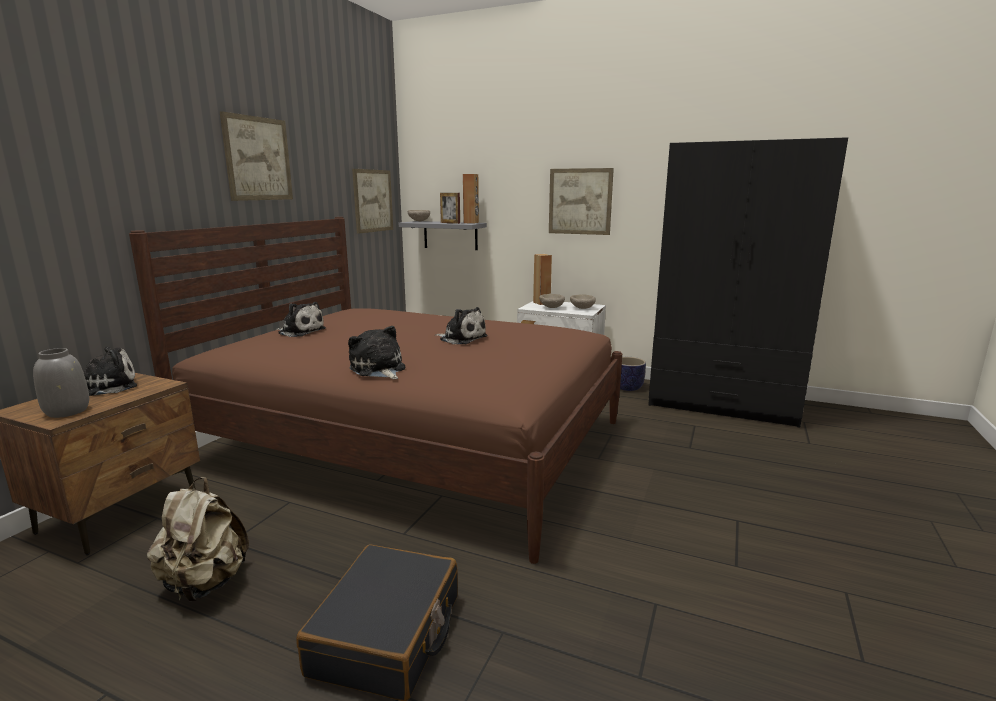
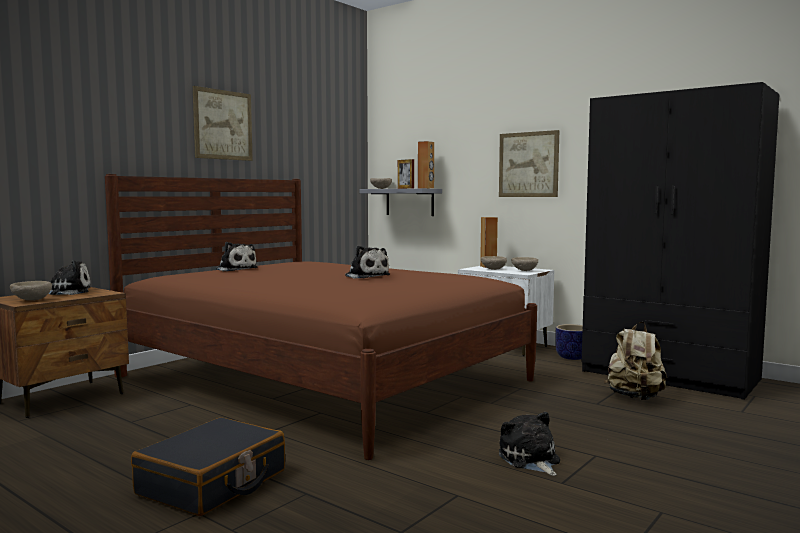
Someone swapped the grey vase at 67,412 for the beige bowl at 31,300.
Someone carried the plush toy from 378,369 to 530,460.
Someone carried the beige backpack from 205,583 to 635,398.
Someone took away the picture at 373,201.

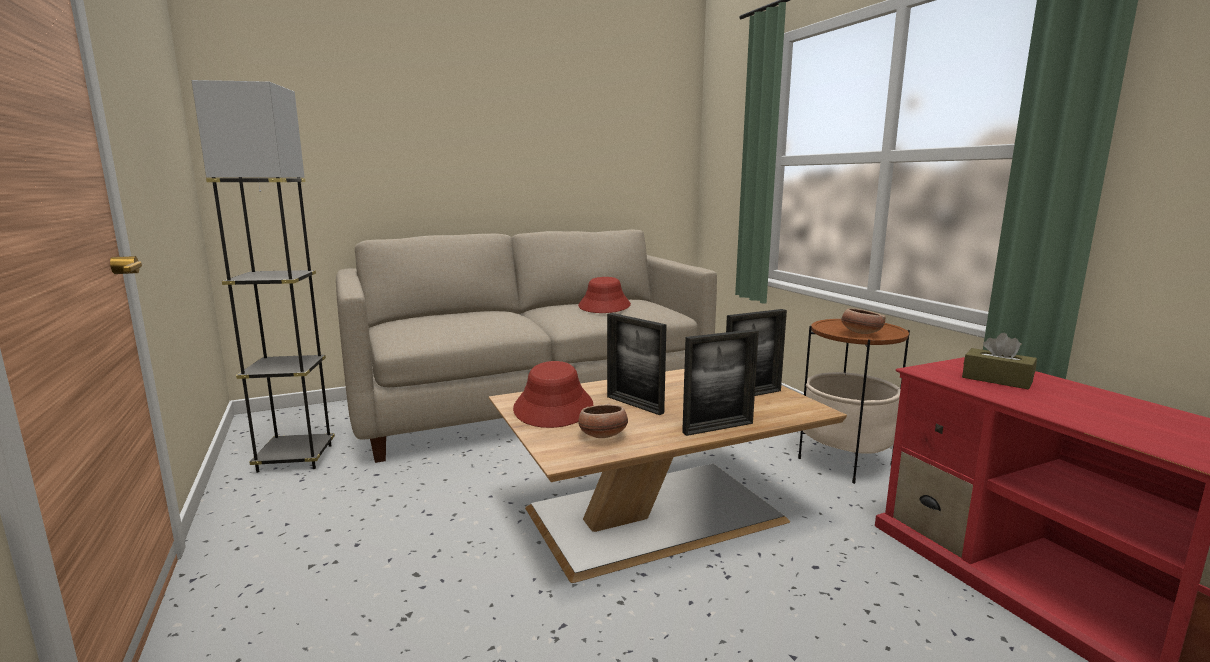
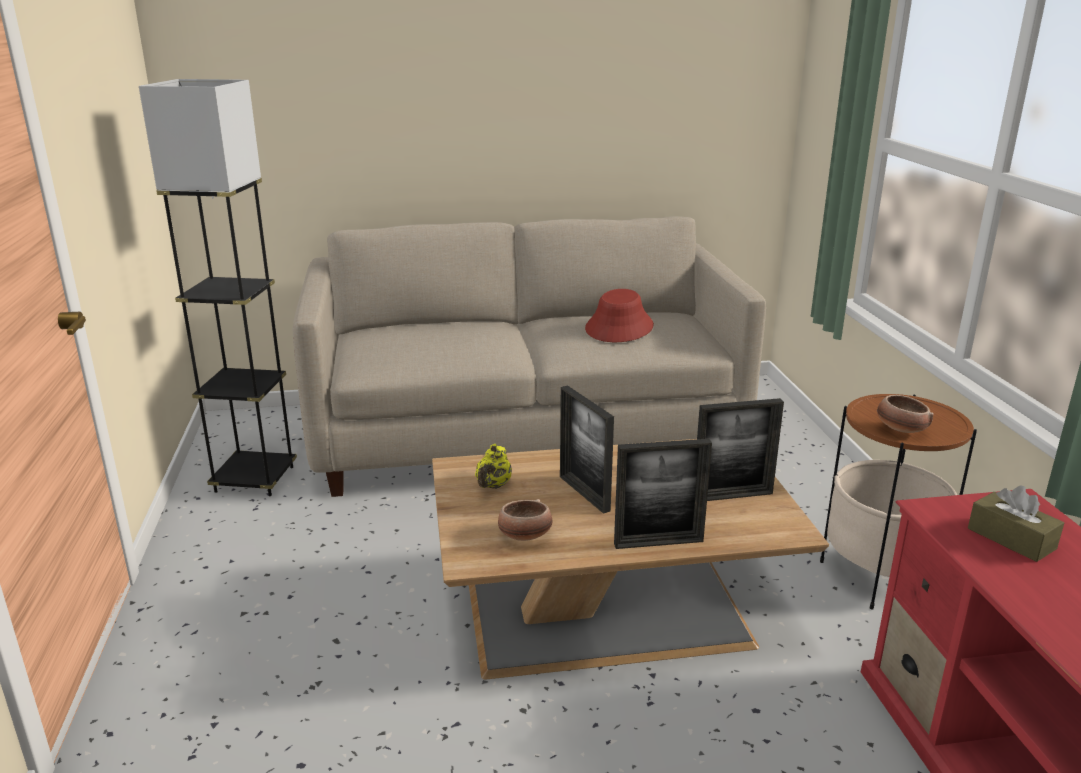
Someone swapped the red hat at 554,408 for the yellow teapot at 493,486.

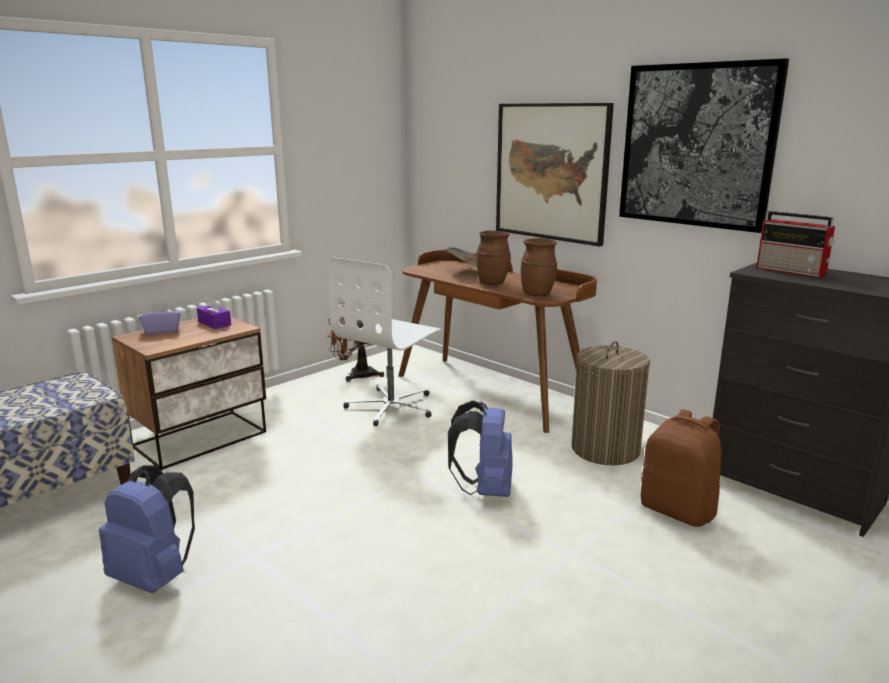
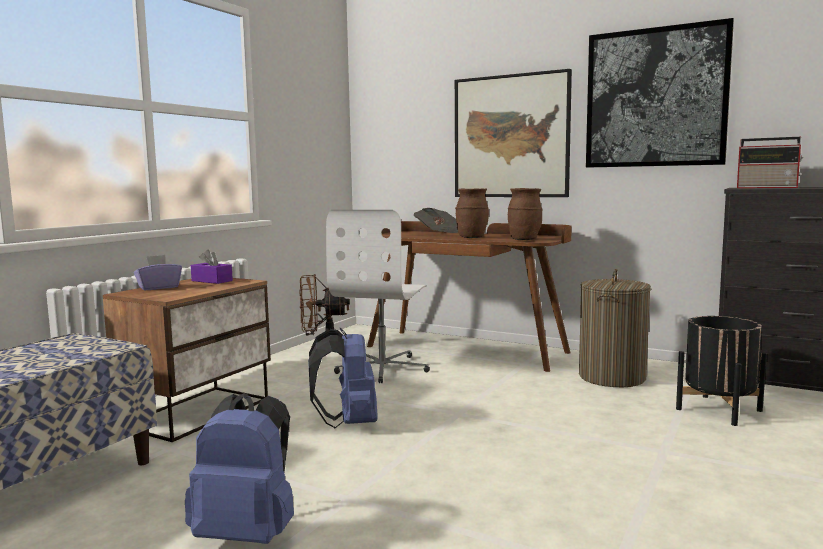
Someone carried the blue backpack from 485,490 to 349,423.
Someone swapped the brown backpack at 678,511 for the black planter at 719,410.

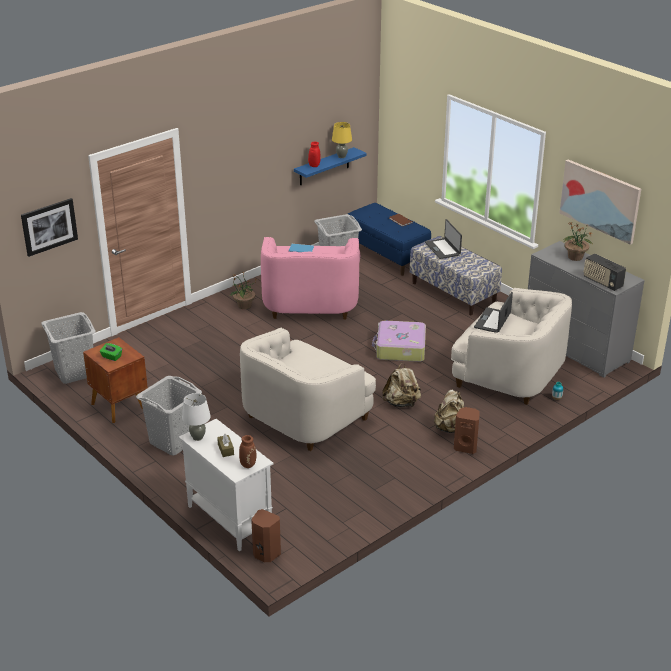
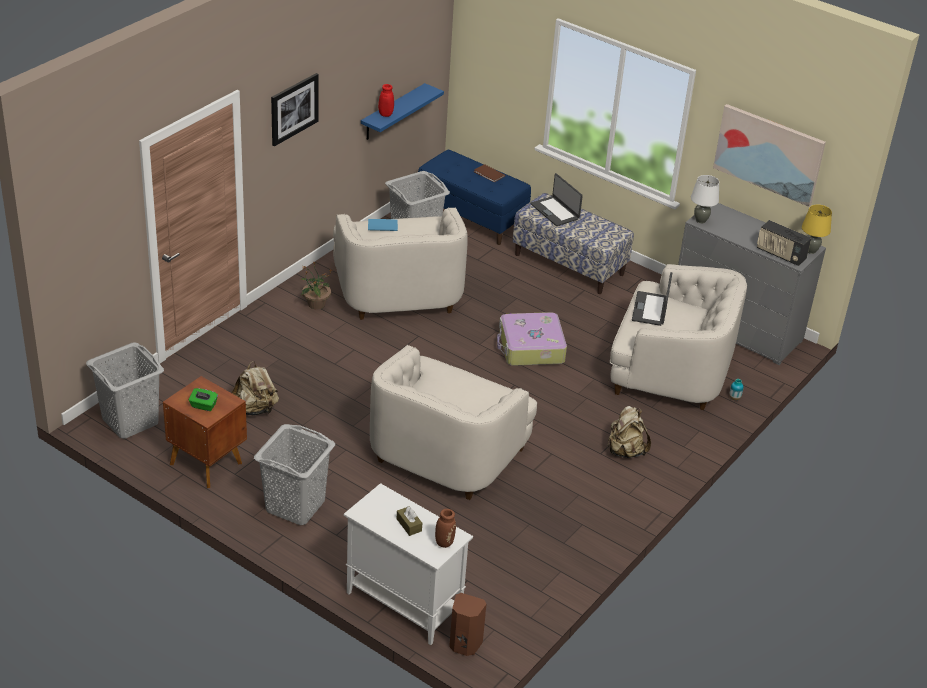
Someone carried the beige backpack from 401,403 to 255,409.
Someone carried the picture from 49,226 to 294,108.
Someone repainted the pink armchair at 311,301, which became the white armchair at 399,291.
Someone carried the white table lamp from 198,437 to 701,220.
Someone carried the yellow table lamp from 341,156 to 810,250.
Someone took away the brown speaker at 466,447.
Someone took away the potted plant at 575,257.

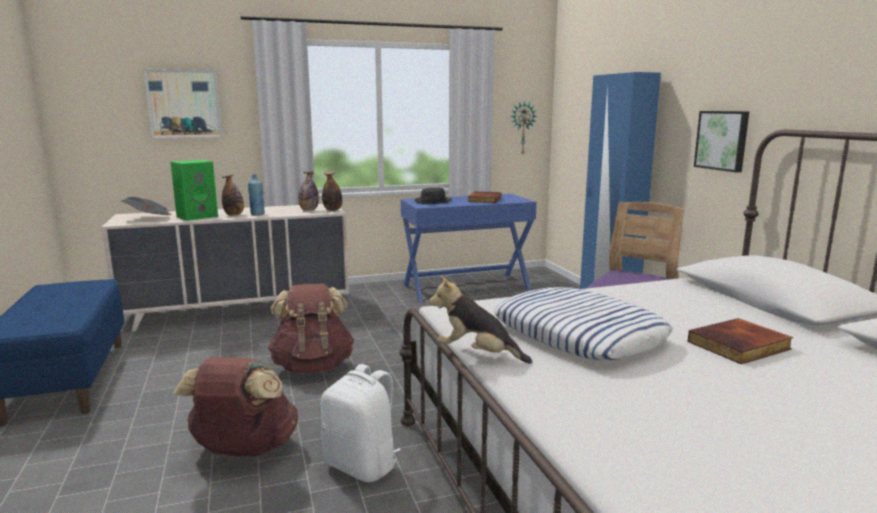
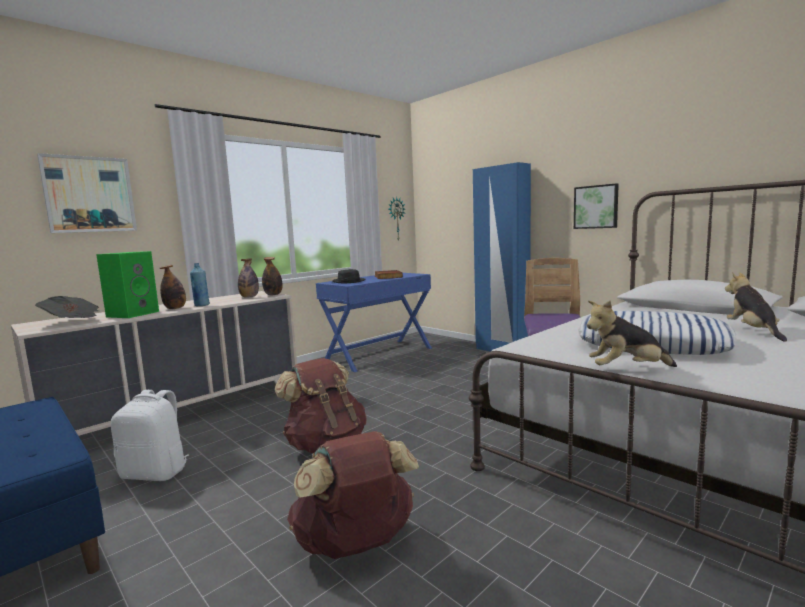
Someone carried the white backpack from 362,465 to 156,473.
Someone swapped the book at 739,346 for the plush toy at 753,331.

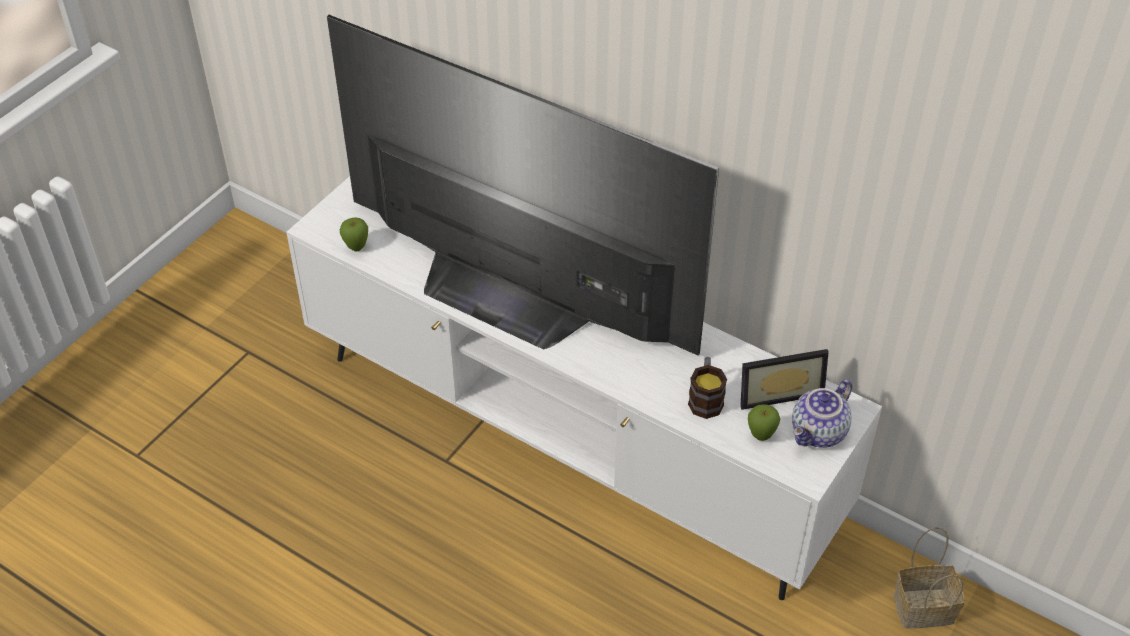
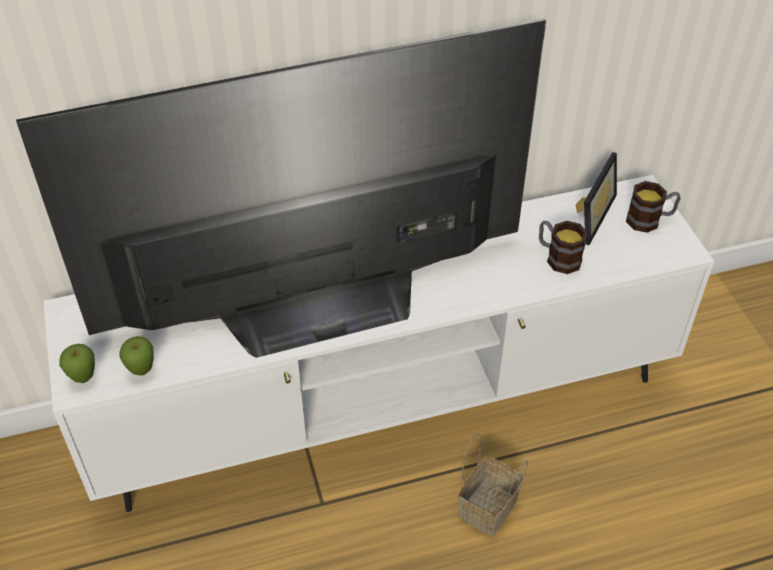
Someone carried the apple from 761,436 to 83,378.
Someone carried the basket from 922,609 to 488,509.
Someone swapped the teapot at 819,433 for the mug at 650,220.

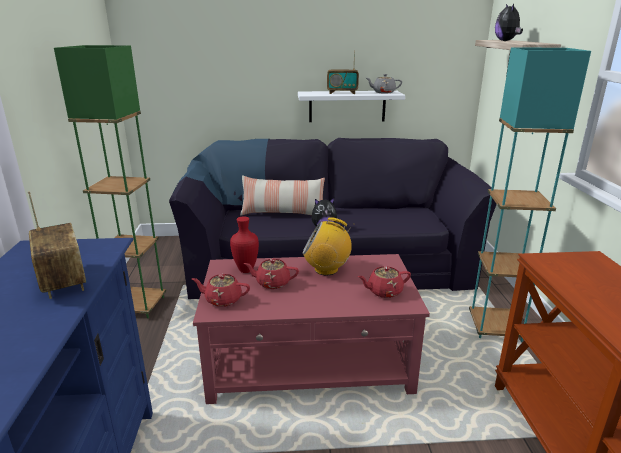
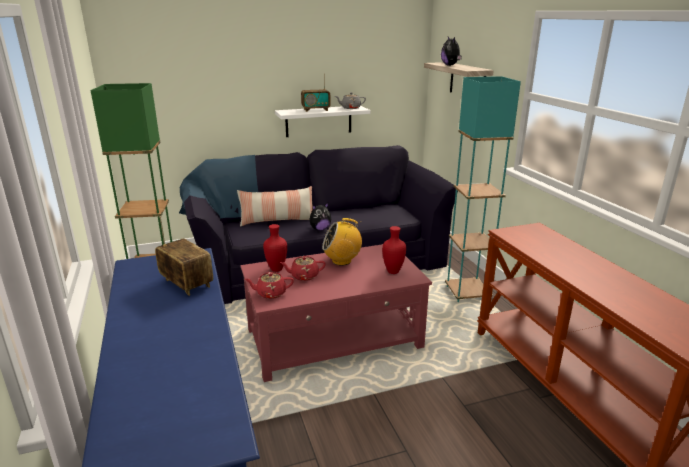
Someone swapped the red teapot at 384,291 for the red vase at 393,271.

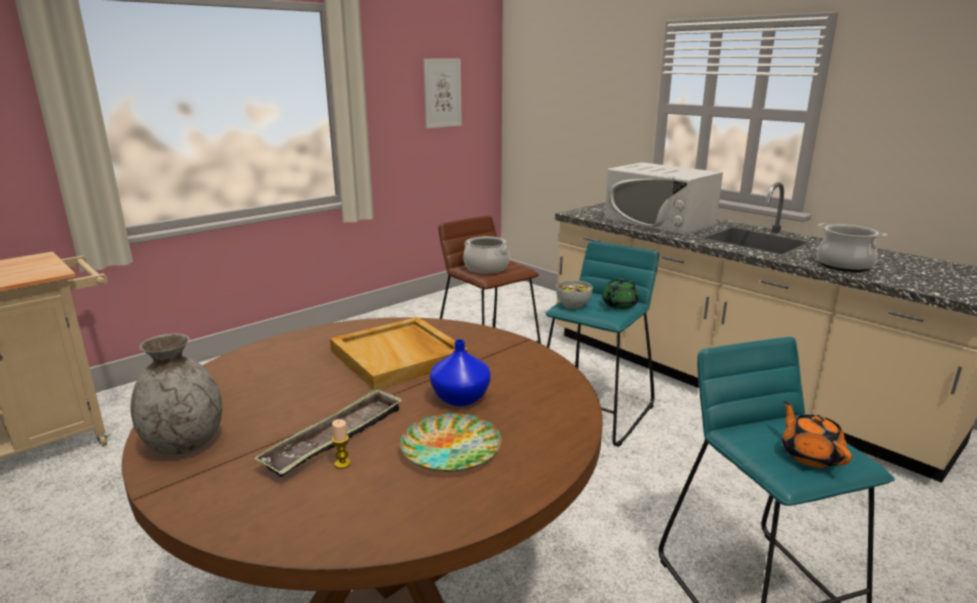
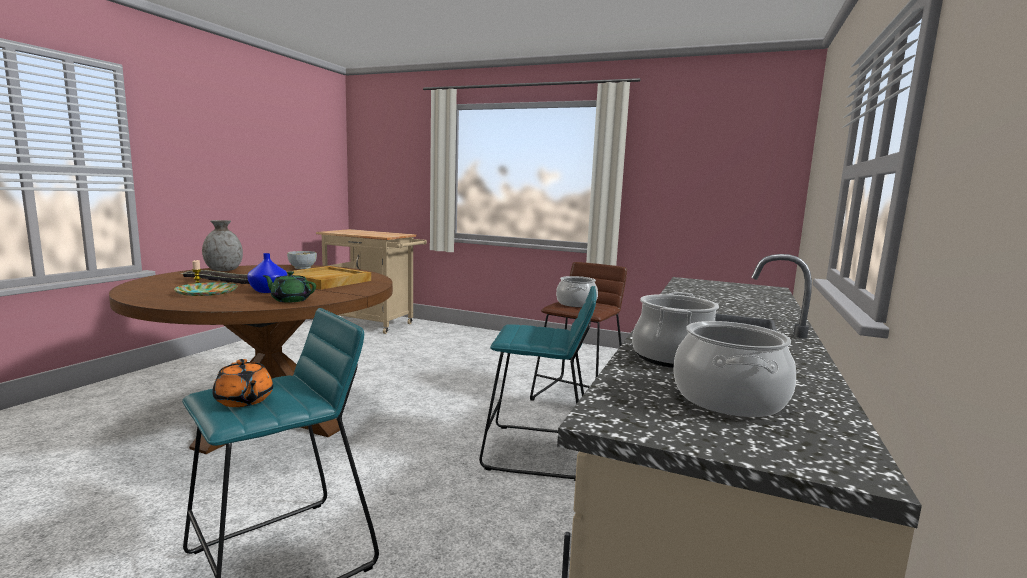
Someone rotated the orange teapot at 810,455 by 90 degrees clockwise.
Someone carried the green teapot from 619,305 to 290,300.
Someone carried the bowl from 573,305 to 302,267.
Someone put down the cooking pot at 728,398.
Someone took away the picture at 442,93.
Someone took away the white microwave at 659,221.

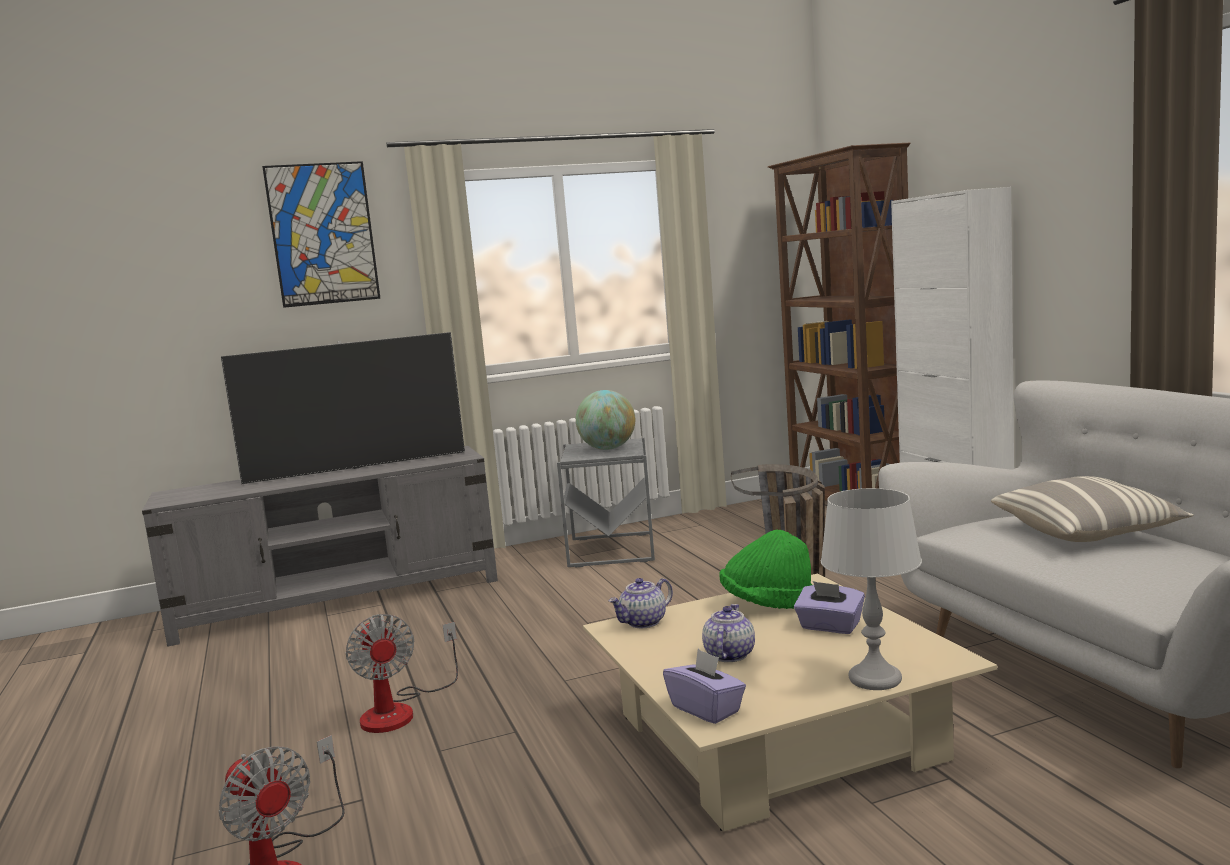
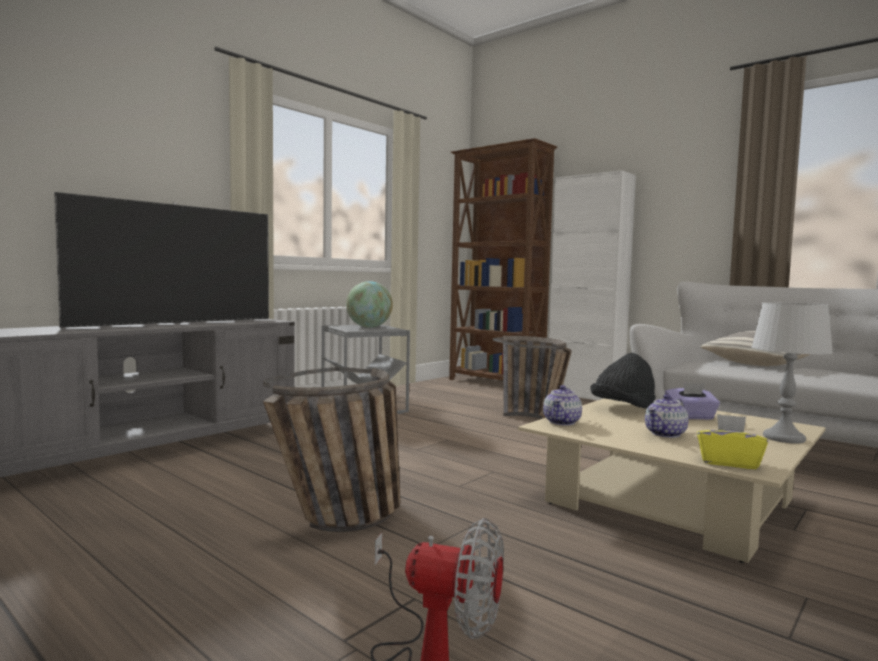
Someone swapped the fan at 400,710 for the basket at 341,522.
Someone repainted the green hat at 768,604, which became the black hat at 623,409.
Someone rotated the teapot at 729,655 by 120 degrees counterclockwise.
Someone repainted the purple tissue box at 706,709, which became the yellow tissue box at 728,462.
Someone took away the picture at 323,234.

